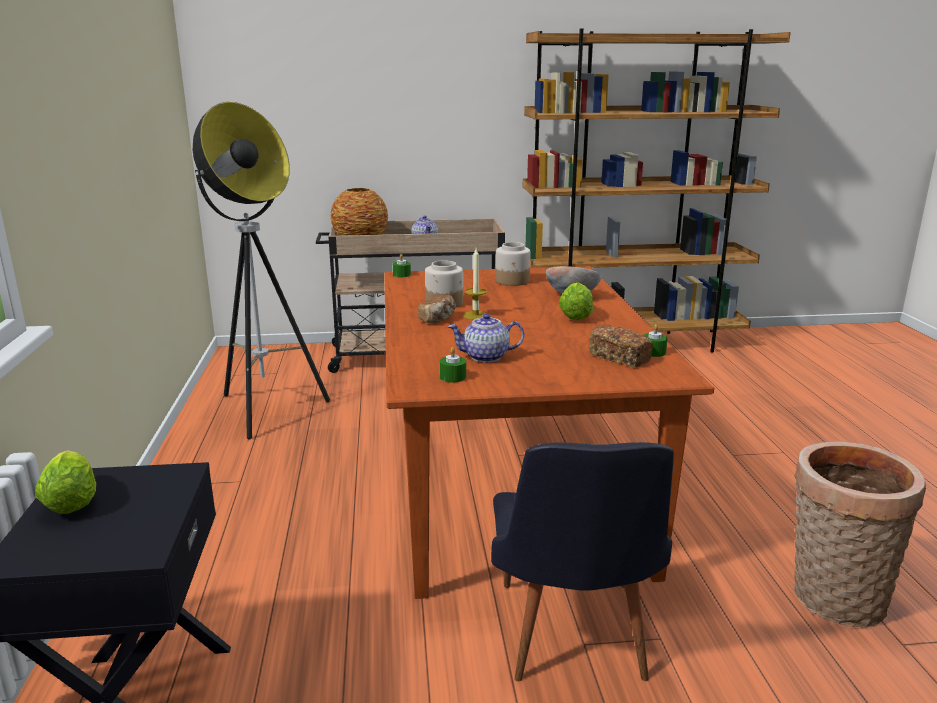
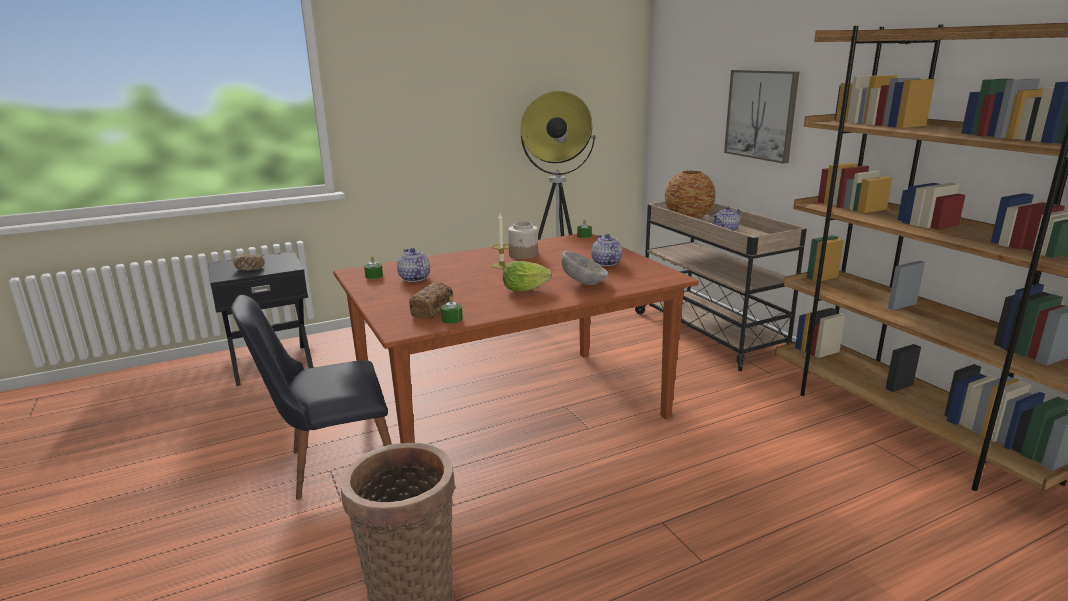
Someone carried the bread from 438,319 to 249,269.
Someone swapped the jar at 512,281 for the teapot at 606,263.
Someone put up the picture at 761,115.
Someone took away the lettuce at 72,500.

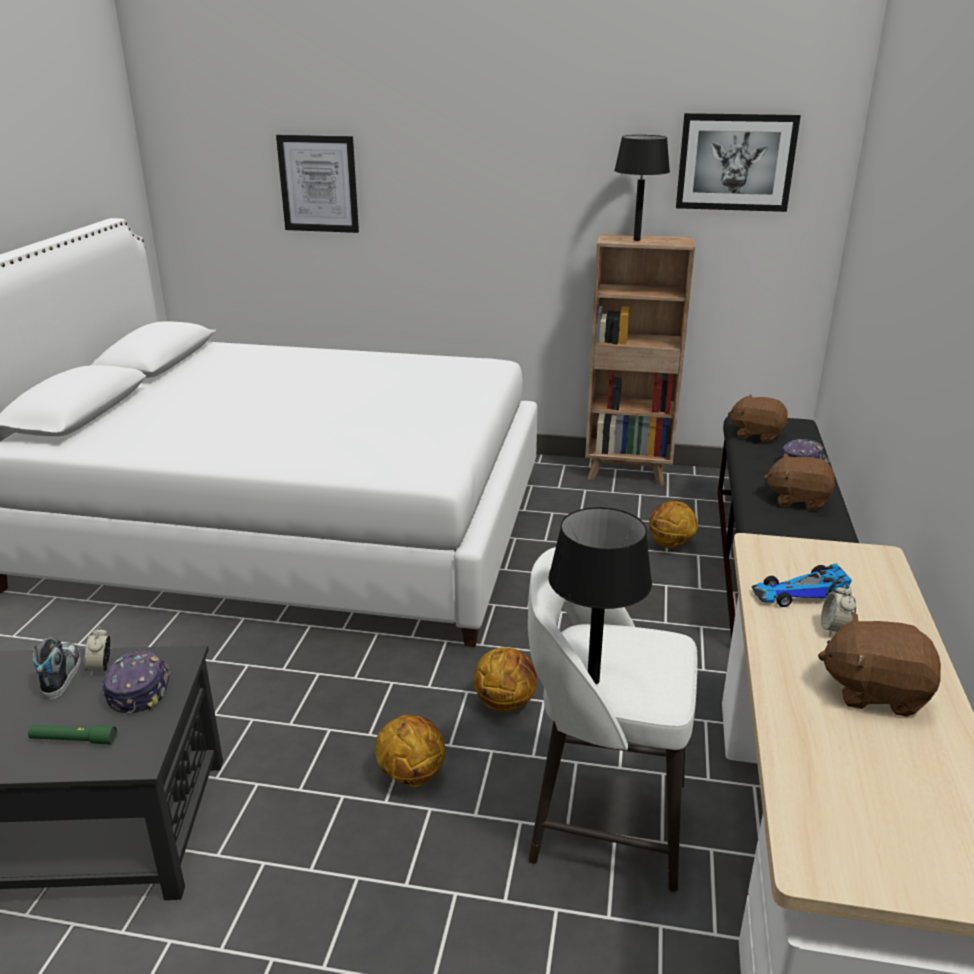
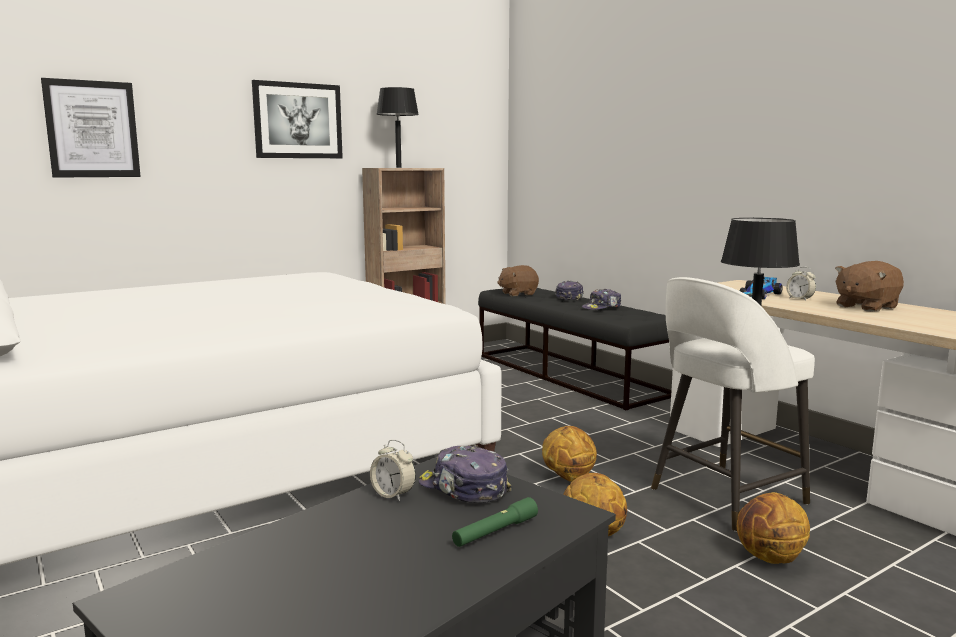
Someone carried the picture from 735,162 to 298,121.
Someone swapped the brown plush toy at 797,499 for the cap at 602,307.
Someone carried the basketball from 670,545 to 770,558.
Someone took away the shoe at 61,675.

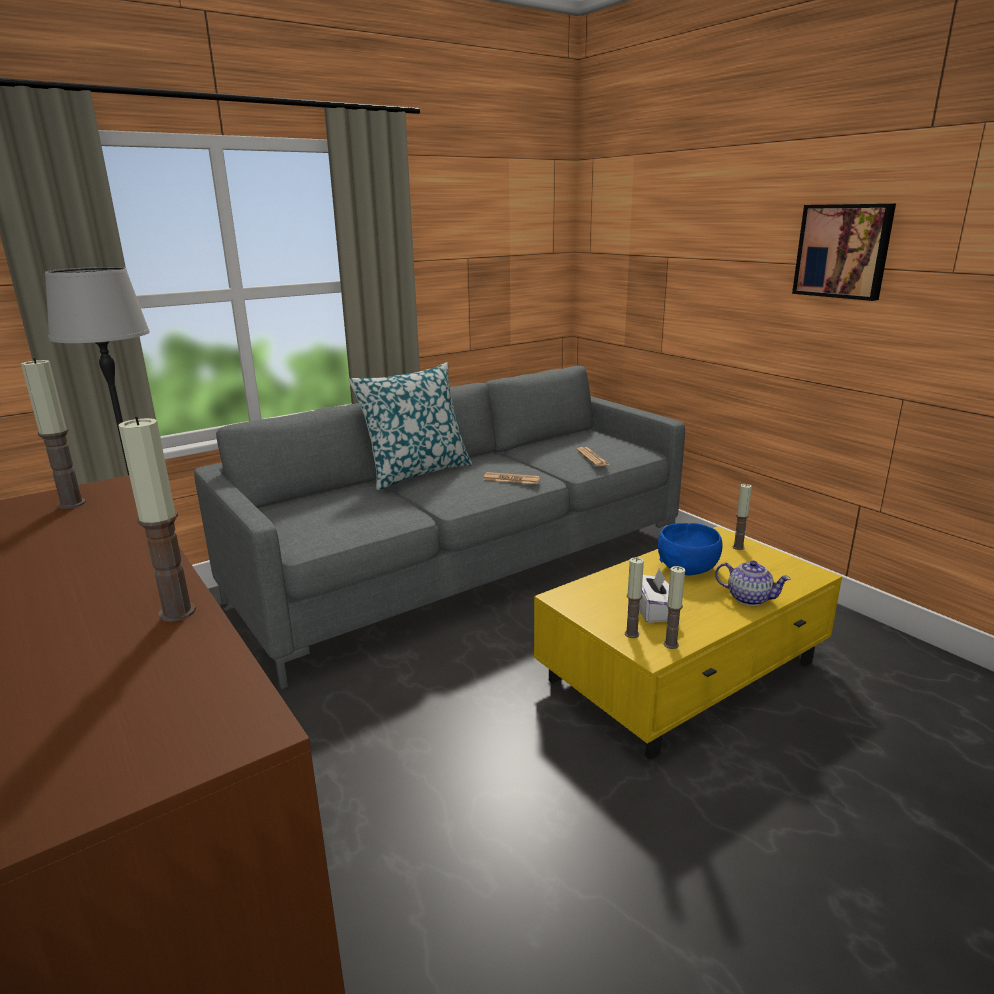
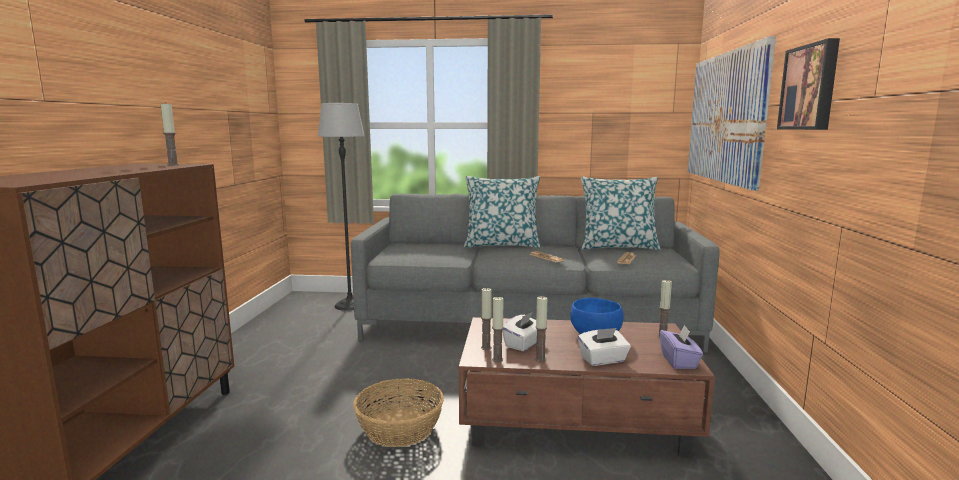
Someone put down the basket at 400,427.
Someone repainted the yellow coffee table at 684,671, which became the brown coffee table at 576,418.
Someone carried the candle from 177,612 to 540,359.
Someone swapped the teapot at 748,598 for the white tissue box at 603,360.
Someone put down the pillow at 618,247.
Someone put down the purple tissue box at 679,361.
Someone put up the picture at 726,117.

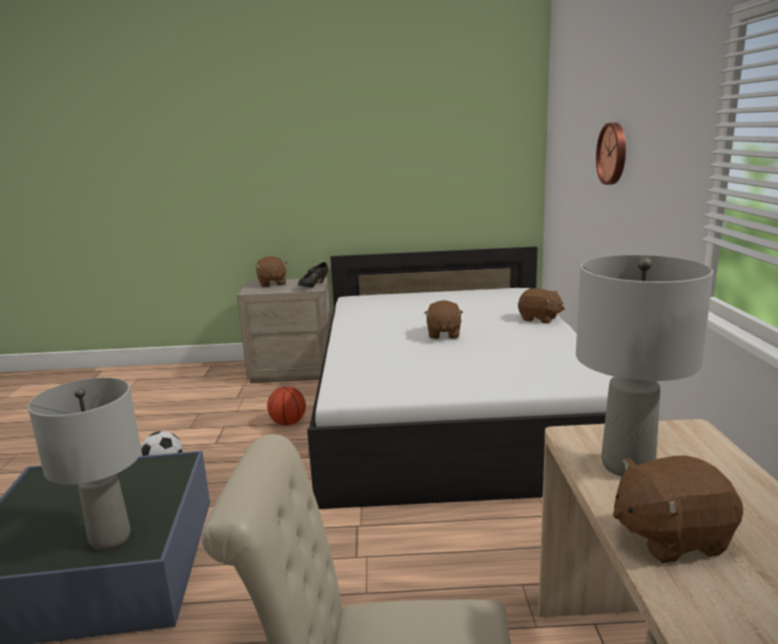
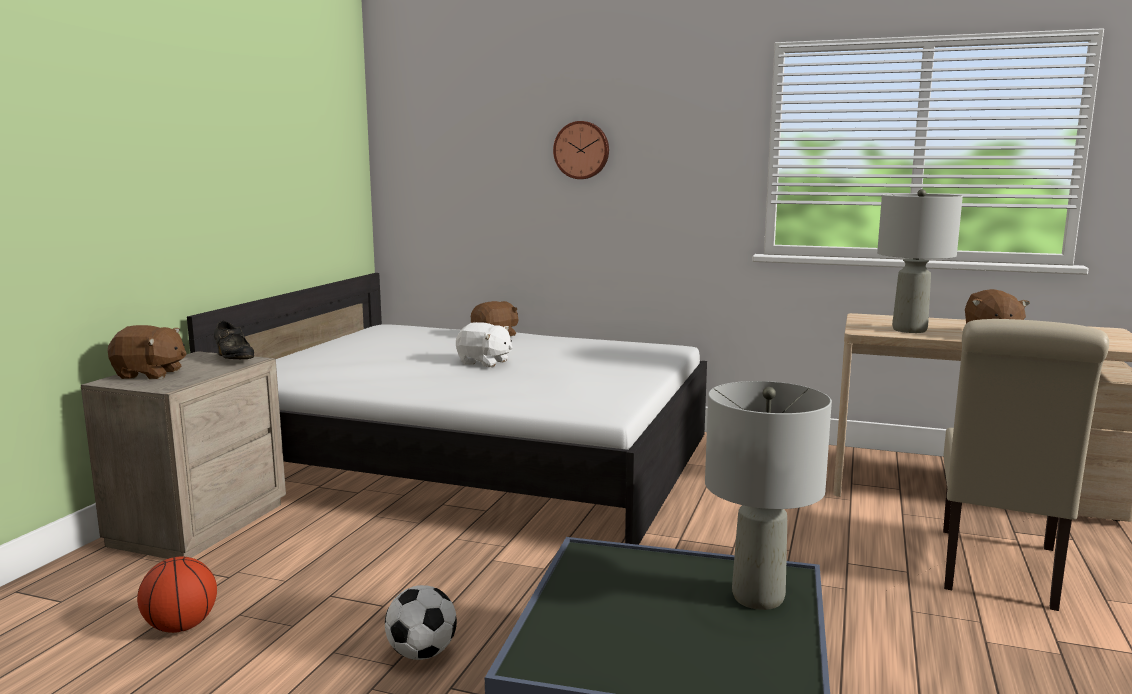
Someone carried the basketball from 288,423 to 181,627.
Someone repainted the brown plush toy at 443,334, which became the white plush toy at 484,362.

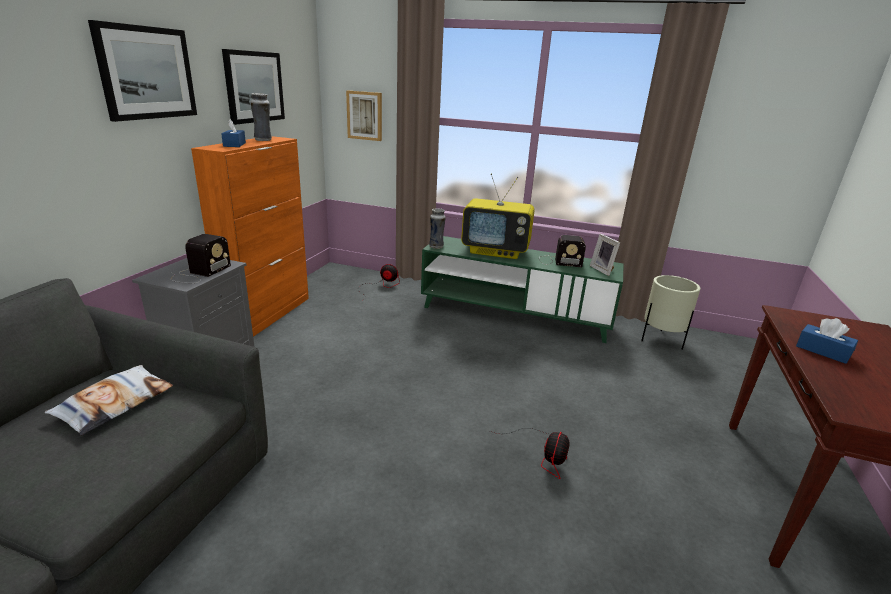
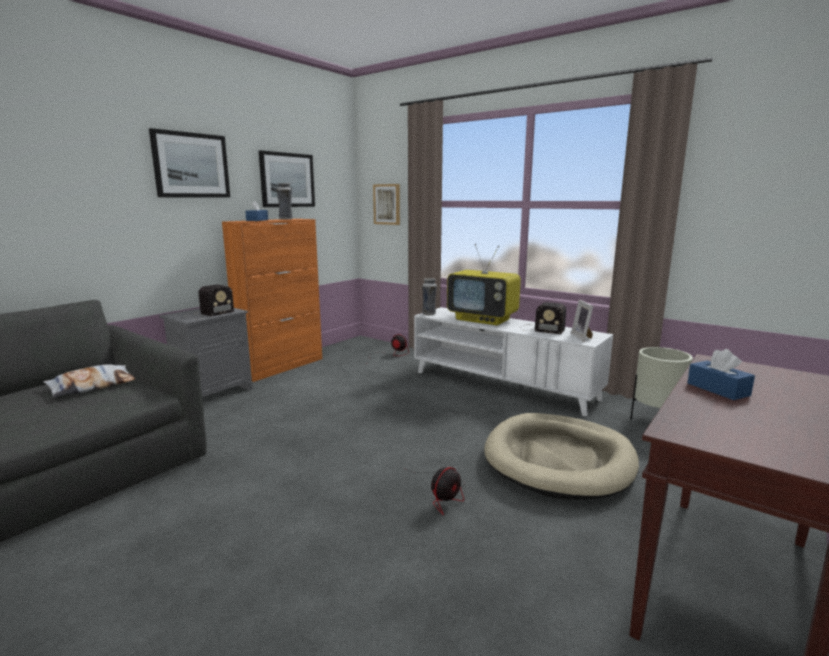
Someone repainted the green tv stand at 514,315, which became the white tv stand at 503,385.
Someone put down the beige dog bed at 559,460.

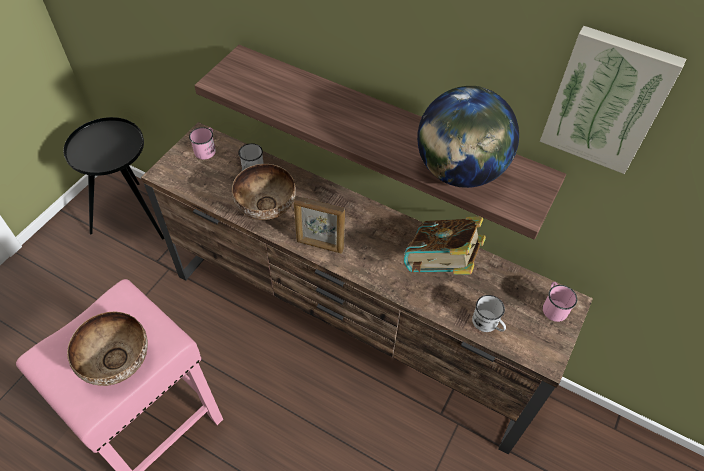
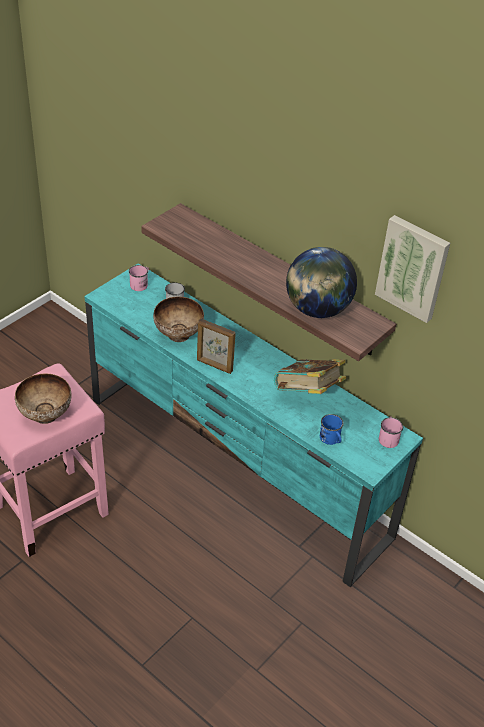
Someone repainted the brown tv stand at 350,328, which became the turquoise tv stand at 236,467.
Someone repainted the white mug at 488,324, which became the blue mug at 331,439.
Someone took away the black side table at 133,215.

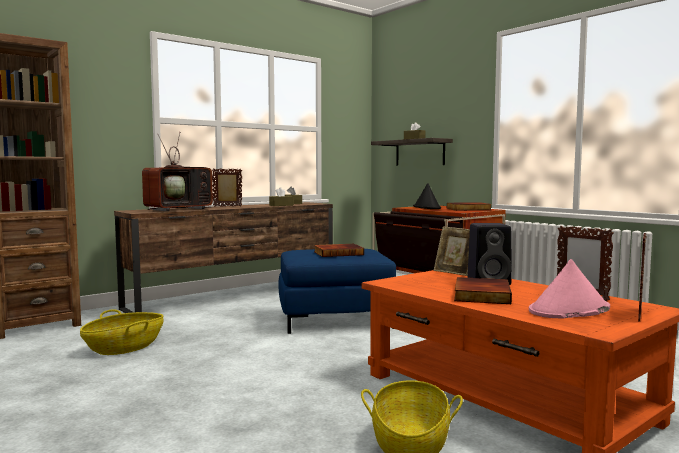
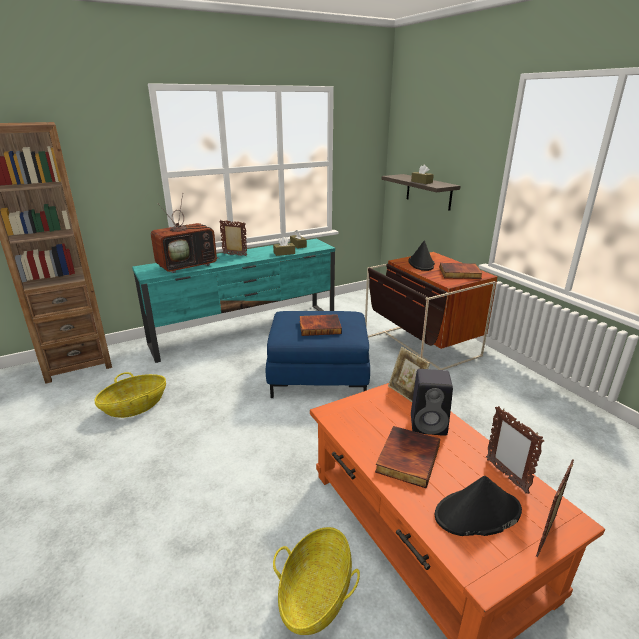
Someone repainted the brown tv stand at 236,297, which became the turquoise tv stand at 246,331.
Someone repainted the pink hat at 569,310, which became the black hat at 477,513.

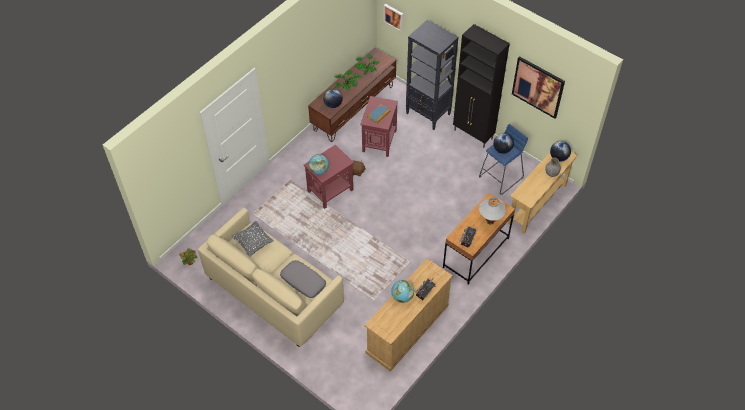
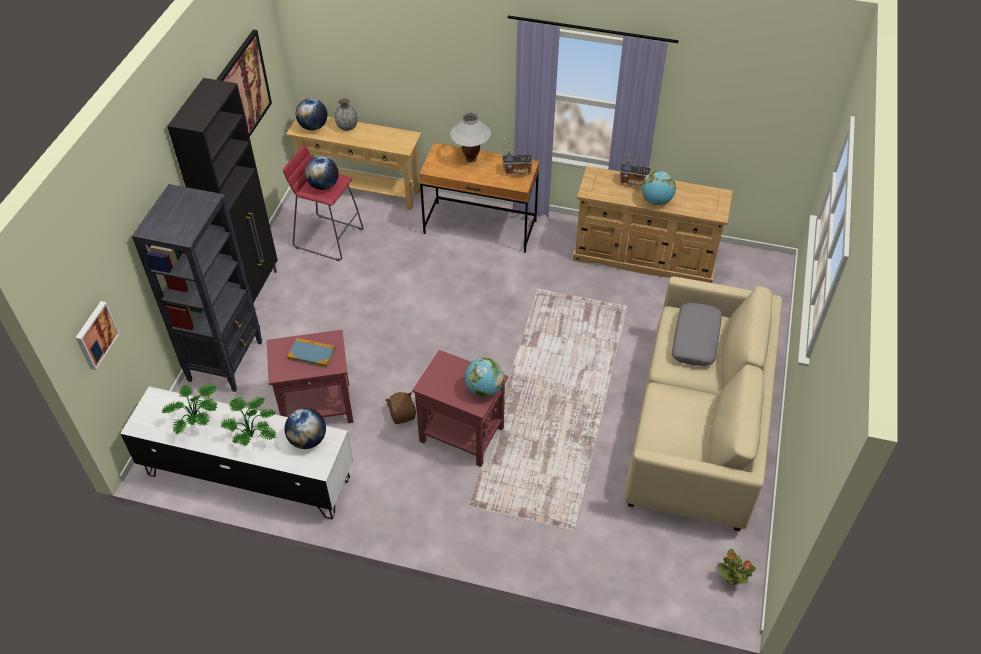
Someone repainted the brown tv stand at 354,107, which became the white tv stand at 248,475.
Someone repainted the blue stool at 501,177, which became the red stool at 328,237.
Someone took away the grey pillow at 253,243.

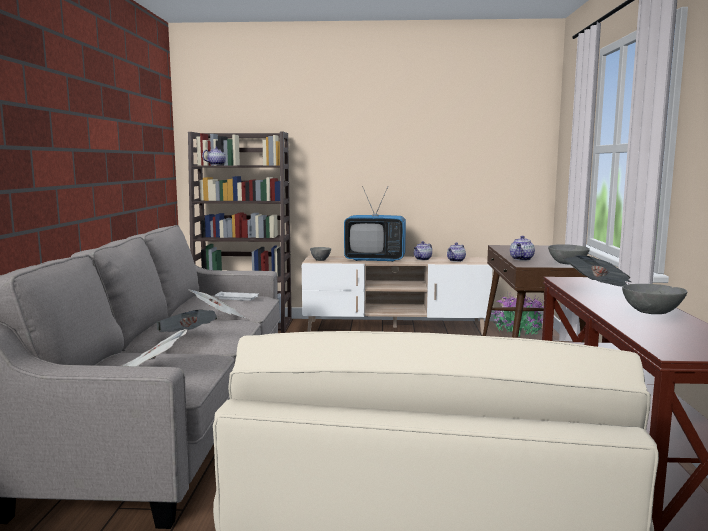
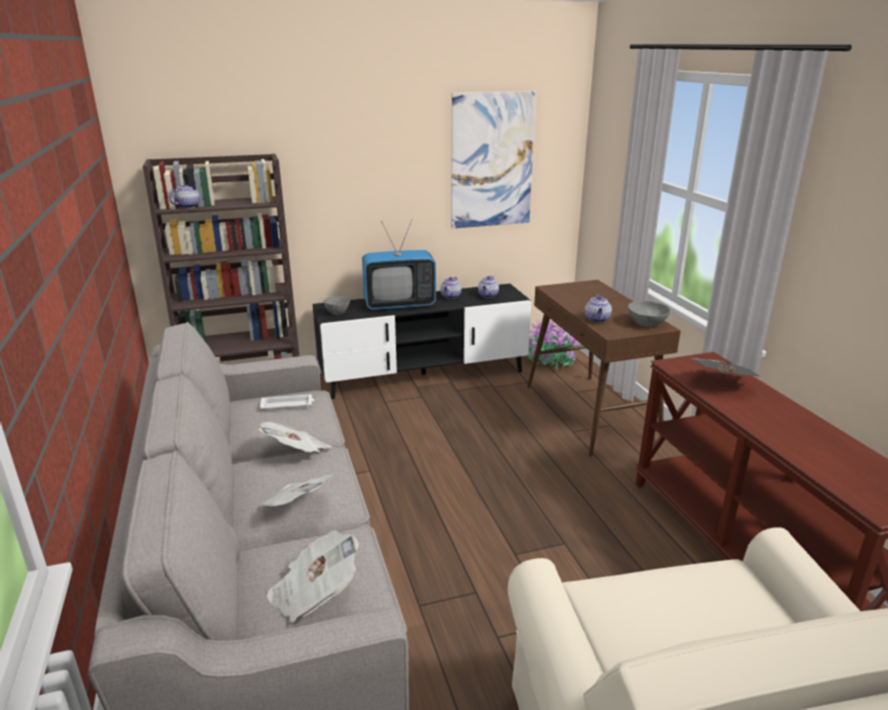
Someone repainted the beige tv stand at 395,327, which became the black tv stand at 423,374.
Someone put up the picture at 492,161.
Someone took away the grey bowl at 652,312.

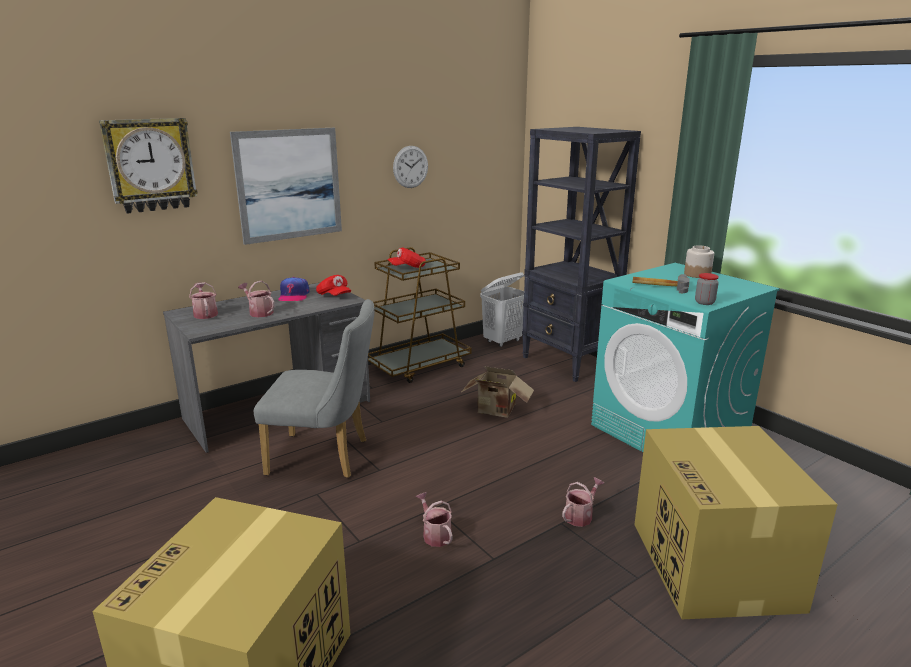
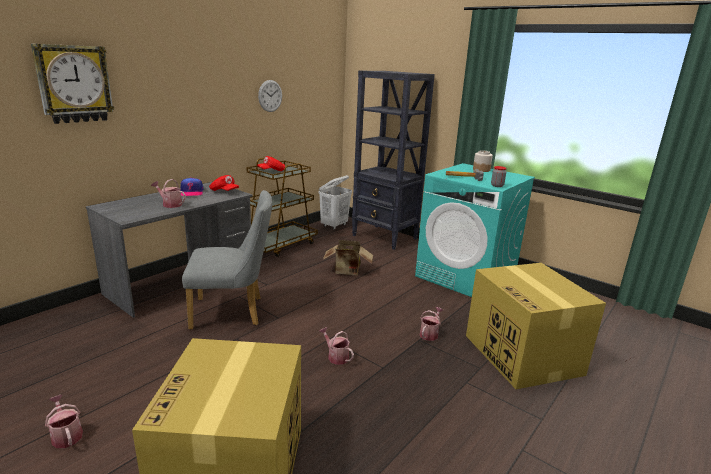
Someone carried the watering can from 205,314 to 66,435.
Someone took away the picture at 289,184.

